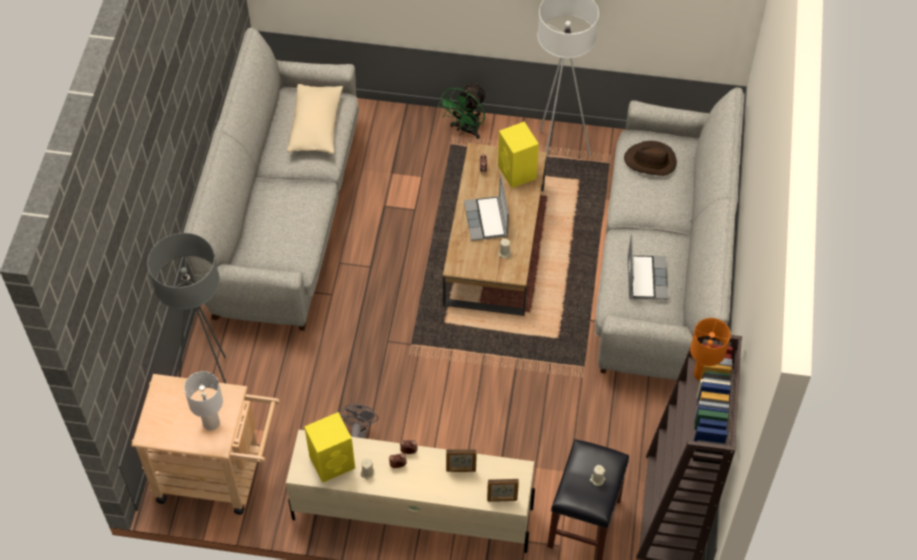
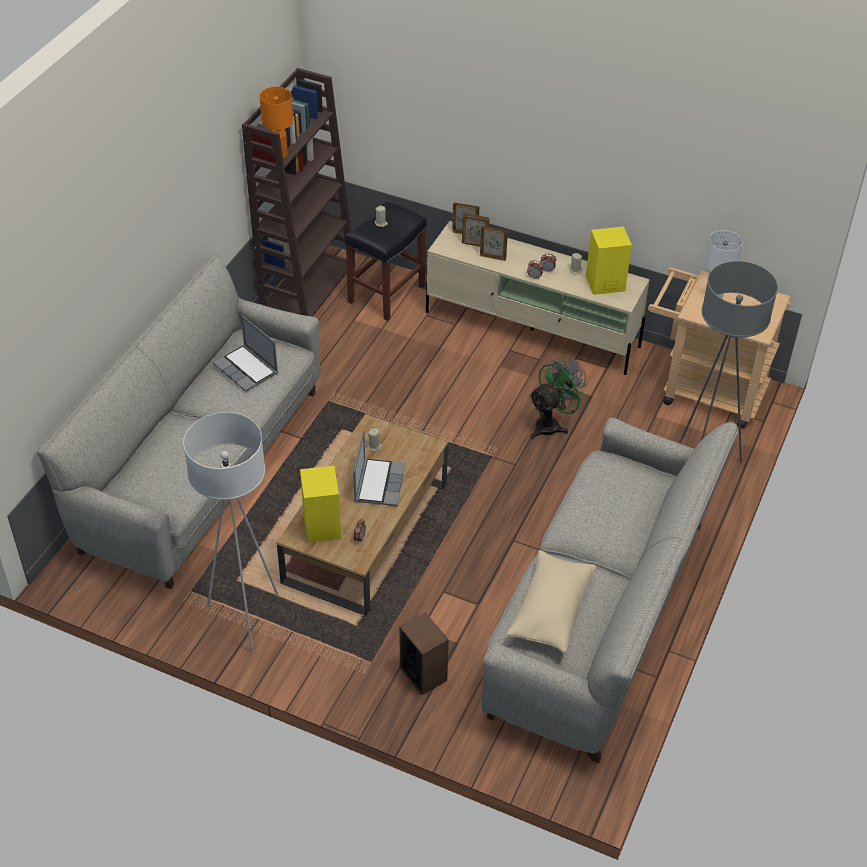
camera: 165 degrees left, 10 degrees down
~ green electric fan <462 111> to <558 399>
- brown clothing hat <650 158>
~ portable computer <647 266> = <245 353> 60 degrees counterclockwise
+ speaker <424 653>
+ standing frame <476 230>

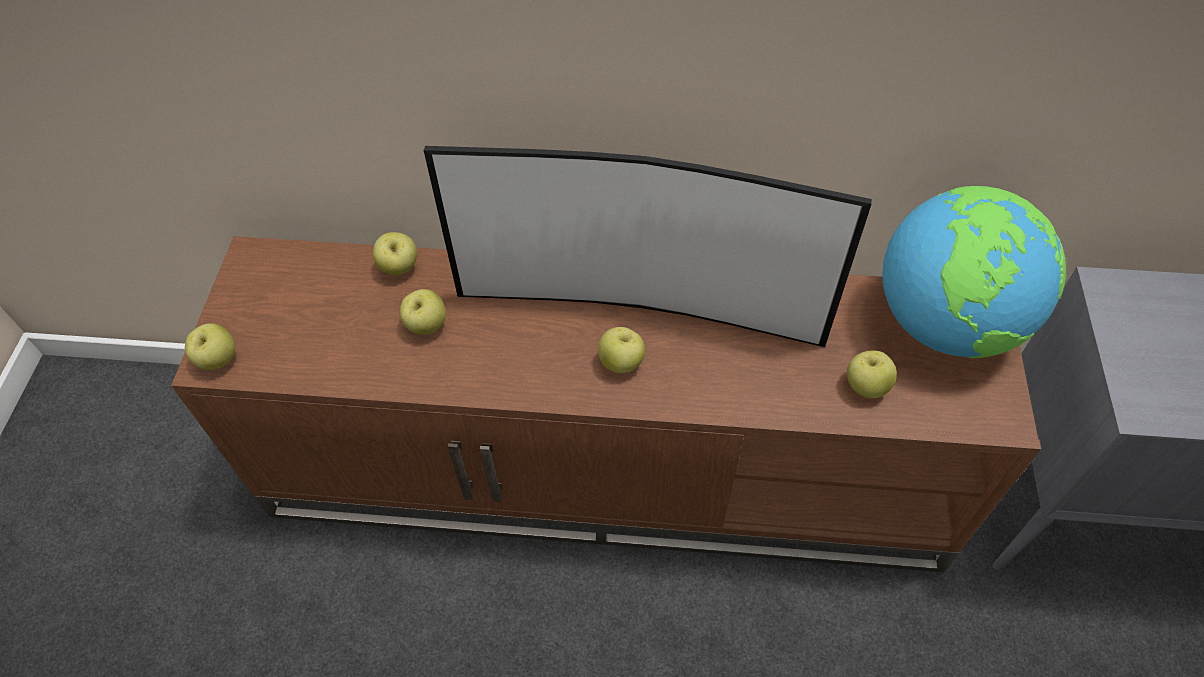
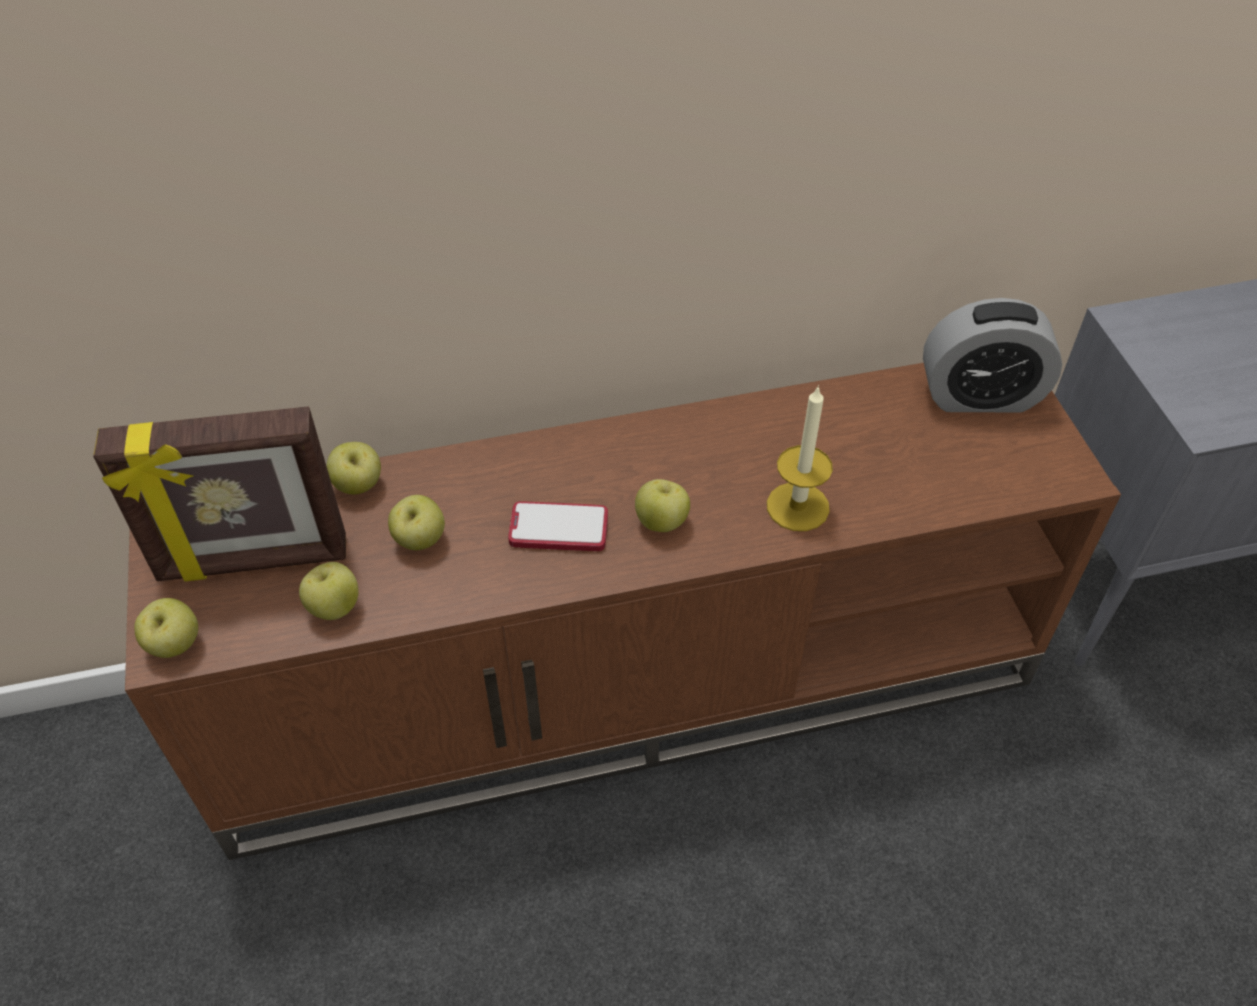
camera: 20 degrees left, 5 degrees down
- TV set <648 246>
~ apple fruit <872 374> to <329 591>
~ world globe <974 272> to table clock <992 355>
+ standing frame <219 494>
+ phone <558 526>
+ candle <800 458>

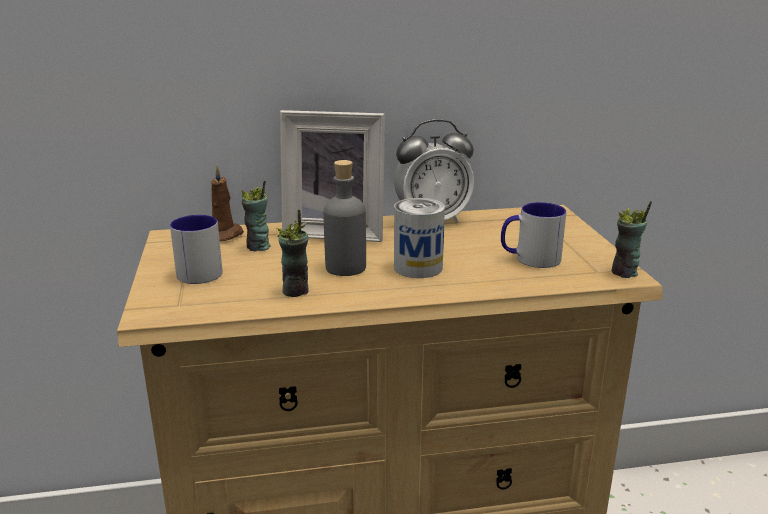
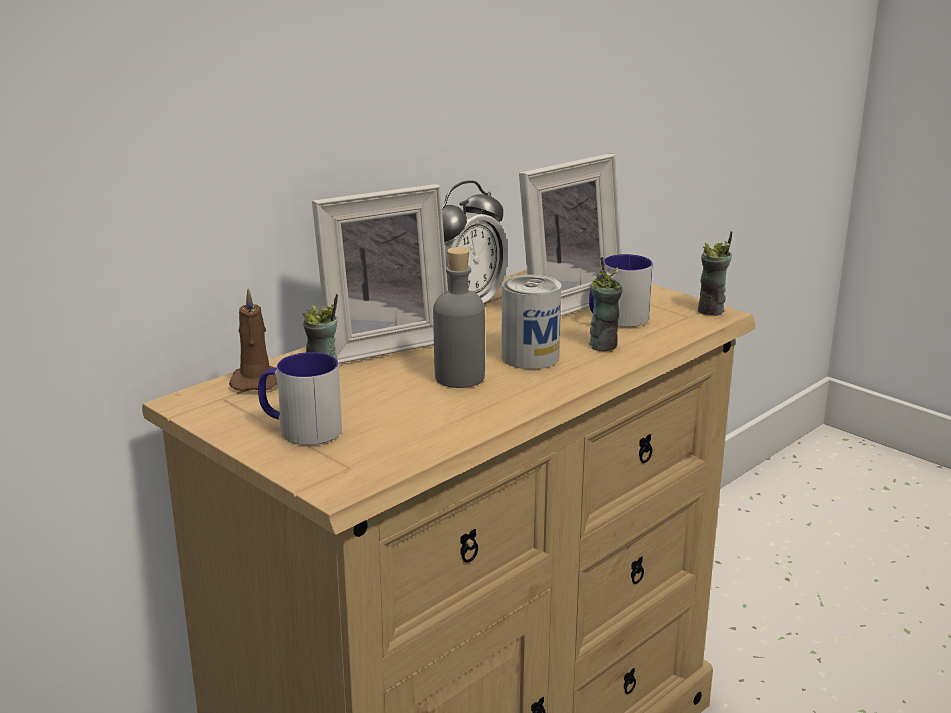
camera: 35 degrees left, 0 degrees up
~ small cup <292 253> to <605 304>
+ standing frame <570 235>

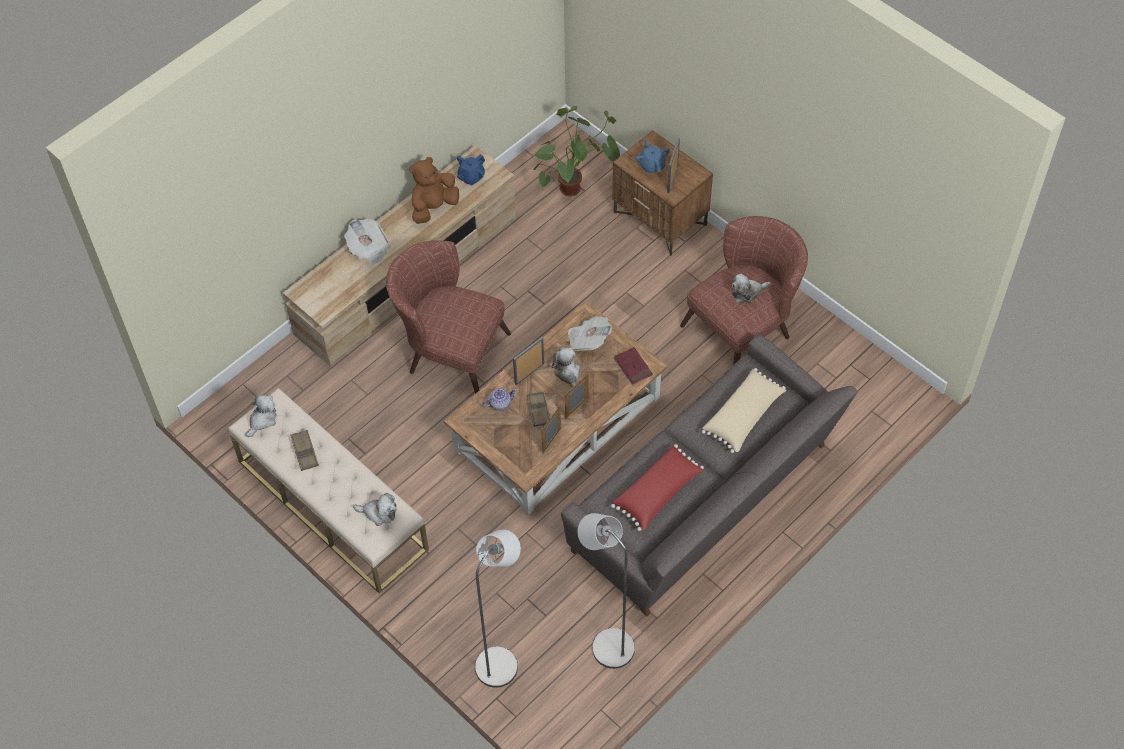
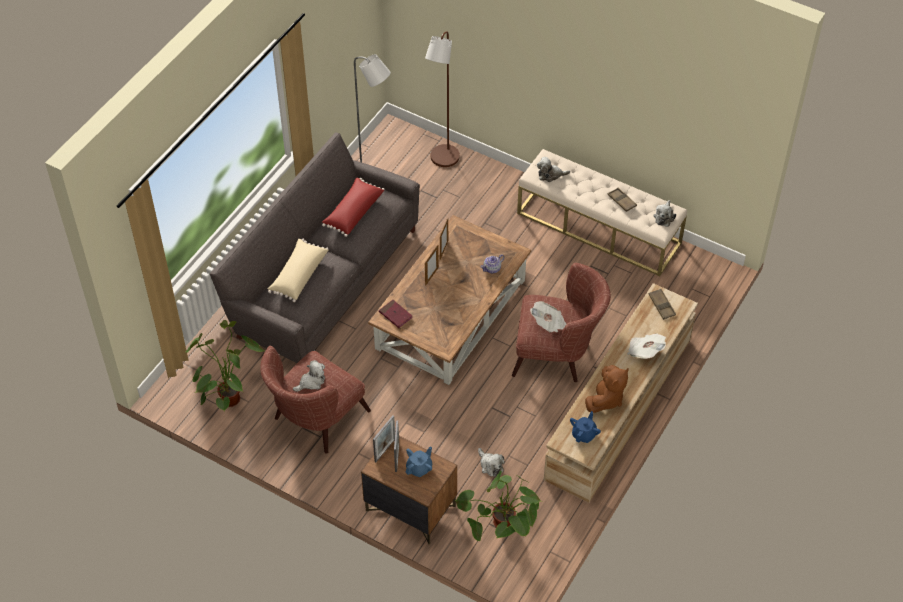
camera: 165 degrees right, 5 degrees down
~ grey standing lamp <498 609> to brown standing lamp <442 99>
~ standing frame <528 361> to <384 438>
~ brown carrying tray <538 409> to <662 304>
~ plush toy <566 367> to <491 462>
~ daily paper <590 333> to <548 317>
~ blue tea pot <653 156> = <418 461> 105 degrees counterclockwise
+ plant in a pot <225 365>

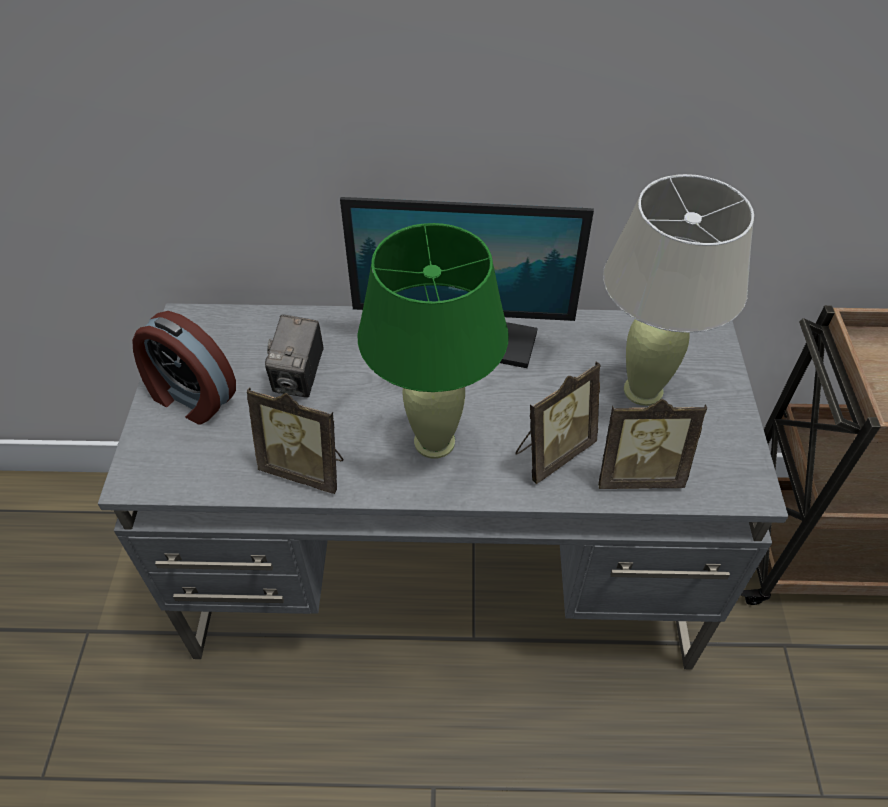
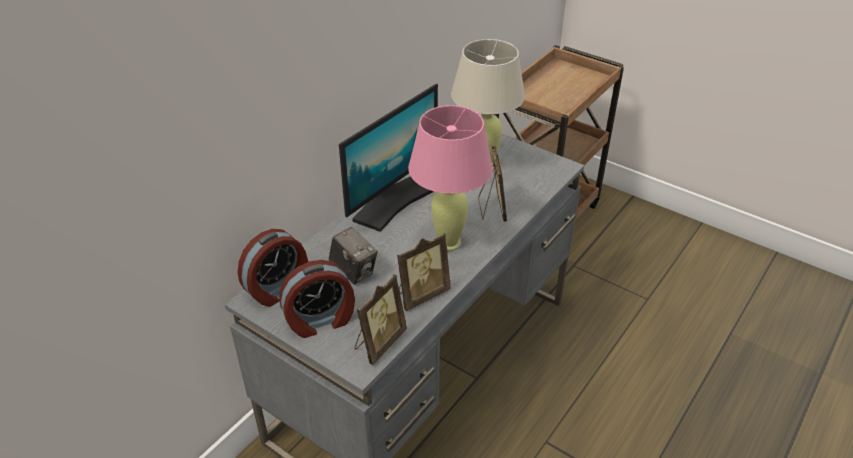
camera: 55 degrees left, 10 degrees down
~ green tabletop lamp <433 341> to pink tabletop lamp <450 178>
~ standing frame <652 444> to <380 319>
+ table clock <273 268>

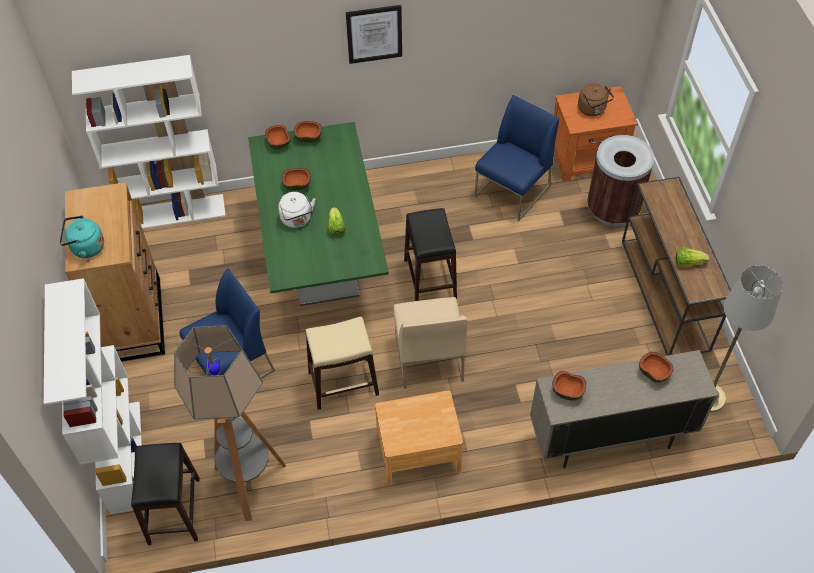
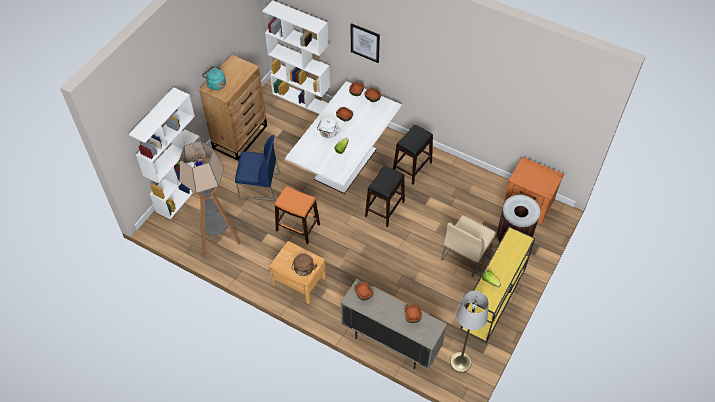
camera: 40 degrees right, 0 degrees up
~ black stool <165 494> to <413 155>
~ green kitchen table <318 214> to white-coloured kitchen table <343 137>
~ beige stool <342 363> to orangey stool <297 215>
~ wall picture <374 34> to <365 43>
~ beige upright chair <430 343> to <468 246>
- blue upright chair <516 158>
~ brown tea kettle <596 99> to <304 264>
~ brown console table <676 266> to yellowish console table <497 285>

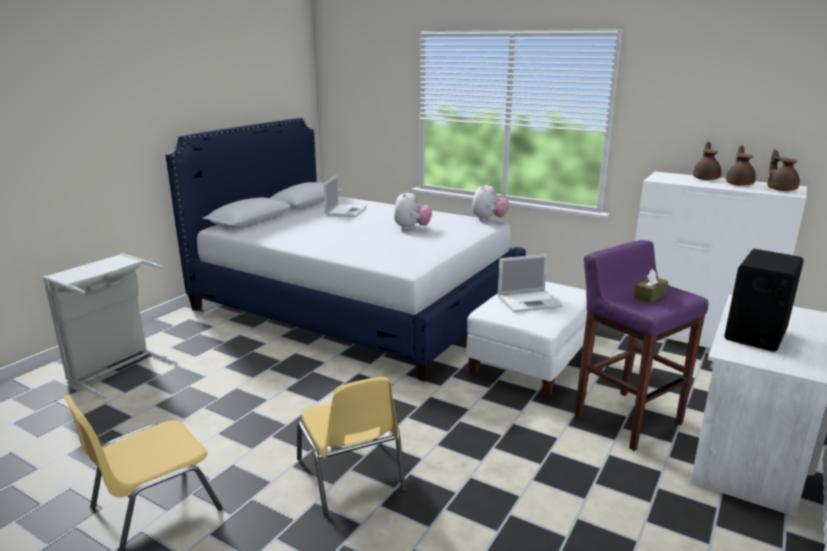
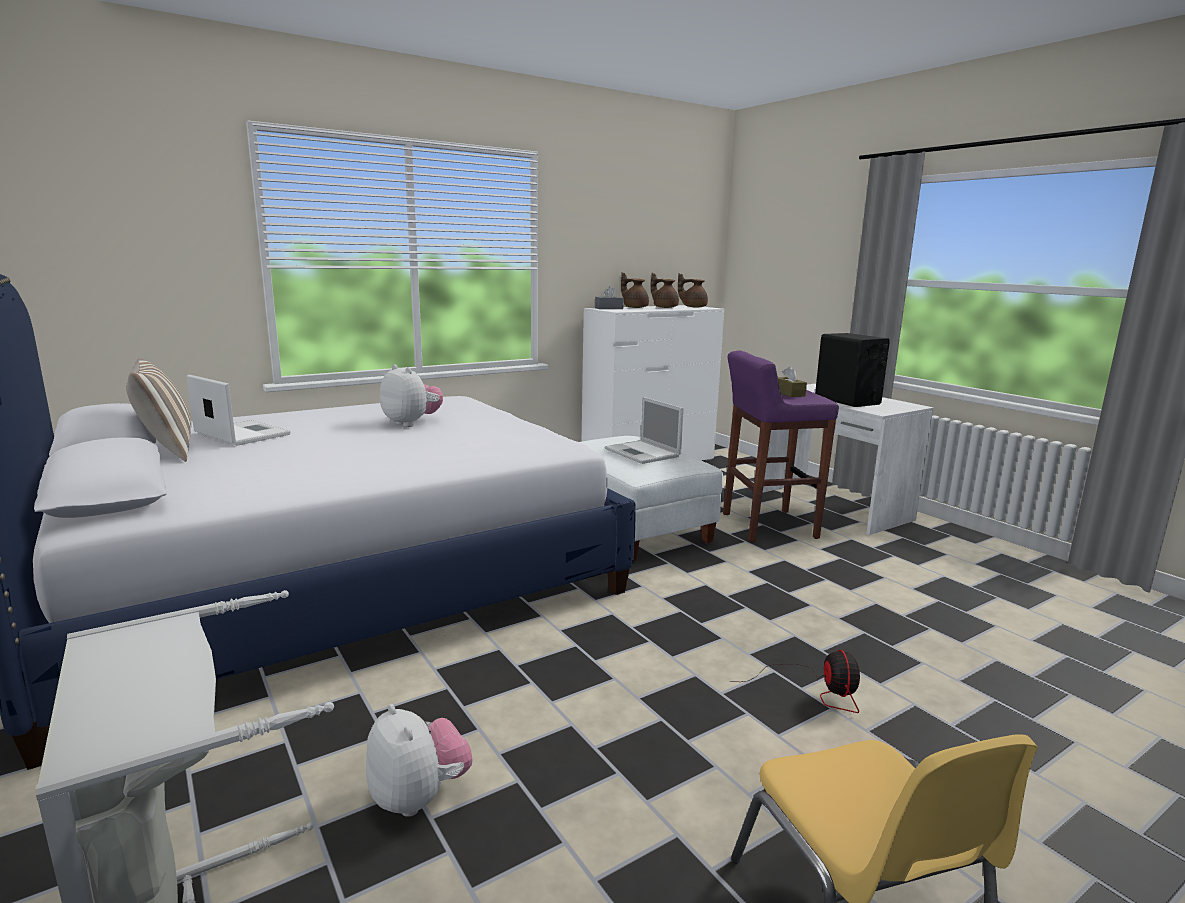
camera: 65 degrees left, 5 degrees down
~ yellowish upright chair <351 446> to electric fan <795 681>
~ plush toy <490 202> to <419 760>
~ portable computer <530 283> = <644 430> 135 degrees clockwise
+ pillow <158 410>
+ grey box of tissues <609 297>

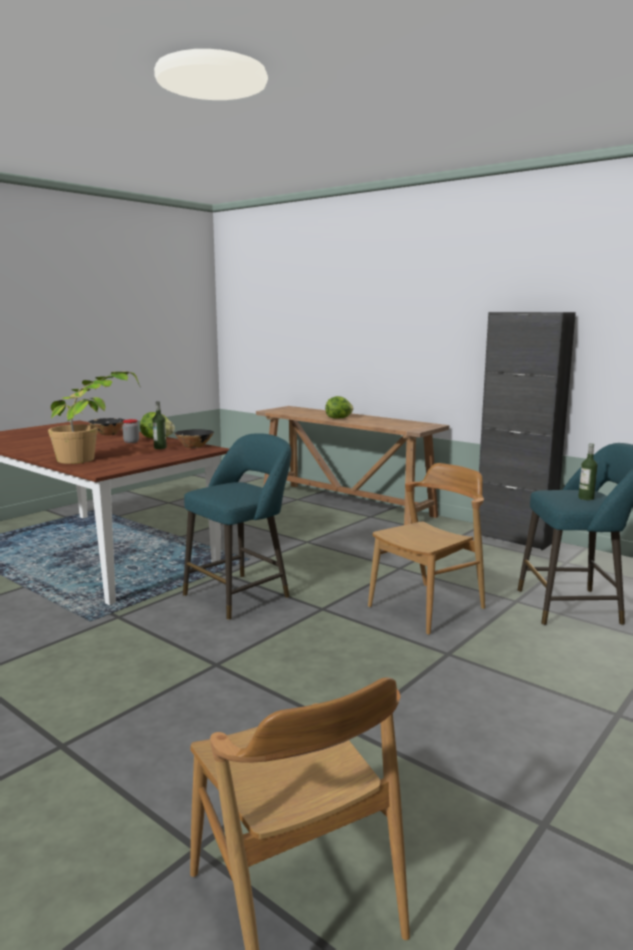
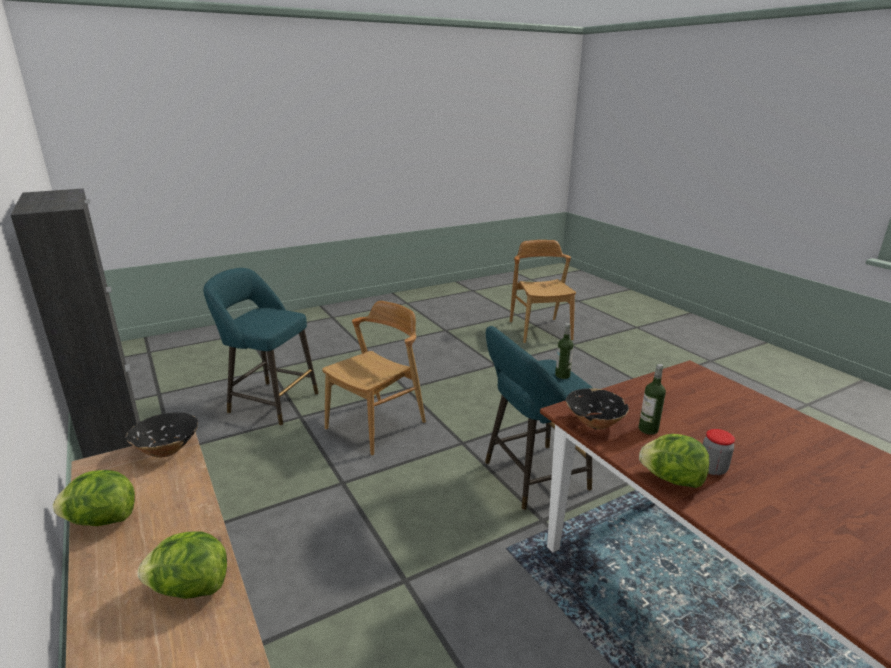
camera: 160 degrees left, 10 degrees up
- plant in a pot <94 417>
~ black deep dish <106 426> to <162 435>
~ brown upright chair <426 549> = <374 378> 150 degrees clockwise
~ bottle <588 471> to <564 351>
+ lettuce <94 498>

